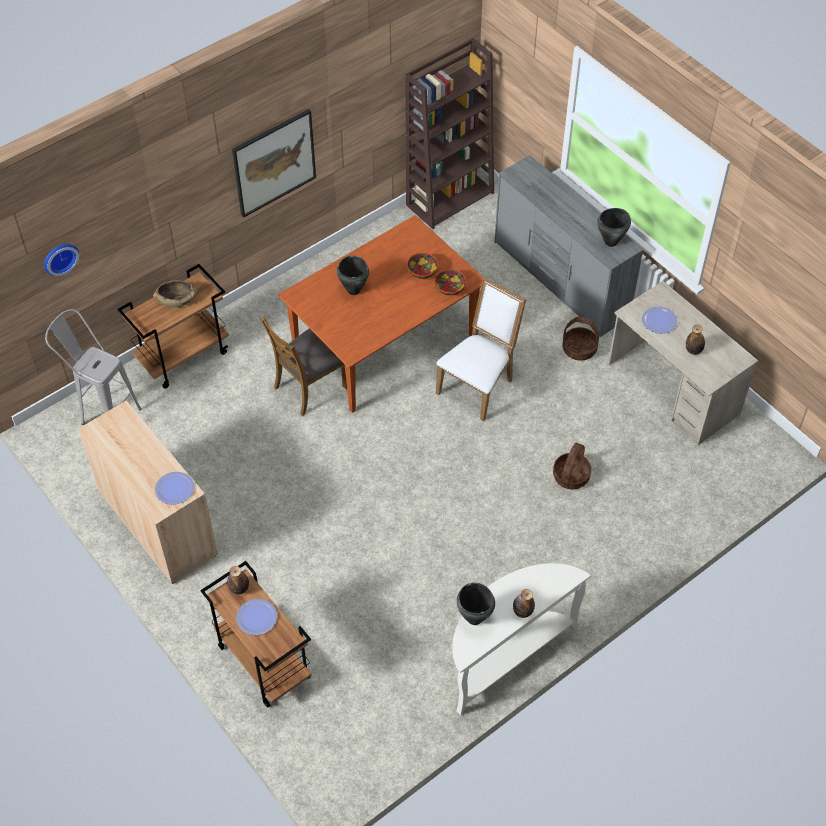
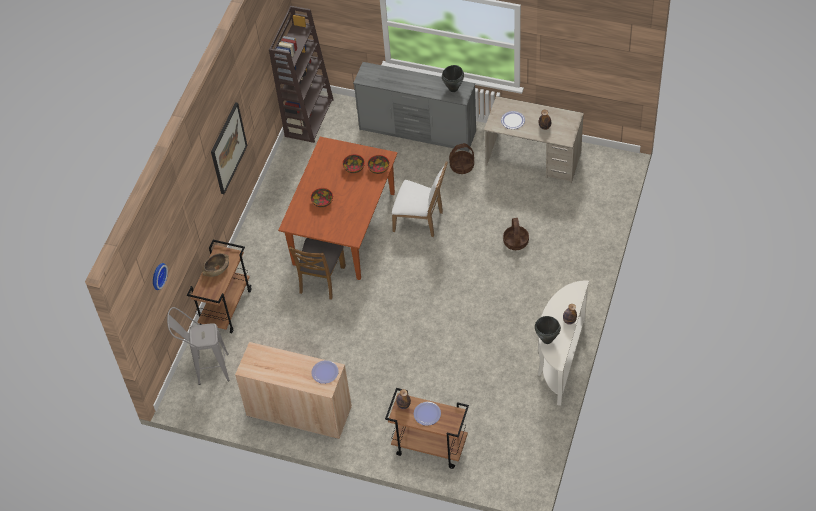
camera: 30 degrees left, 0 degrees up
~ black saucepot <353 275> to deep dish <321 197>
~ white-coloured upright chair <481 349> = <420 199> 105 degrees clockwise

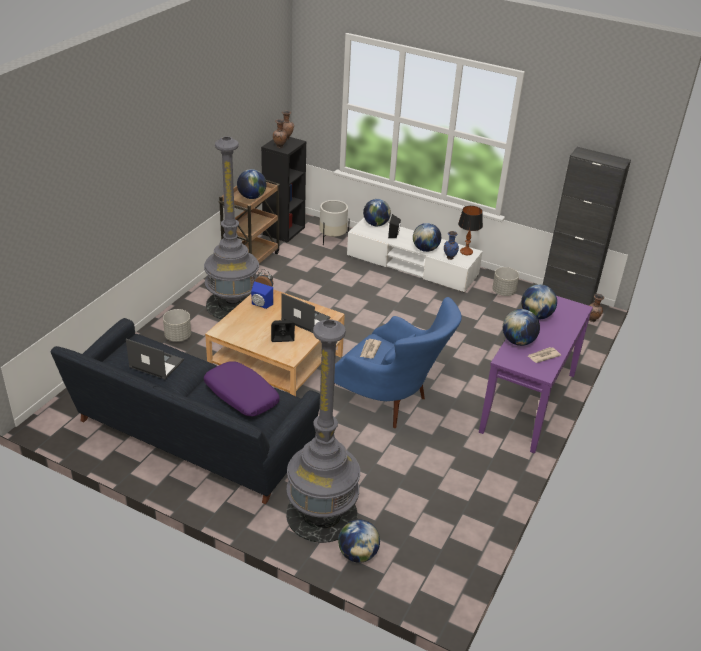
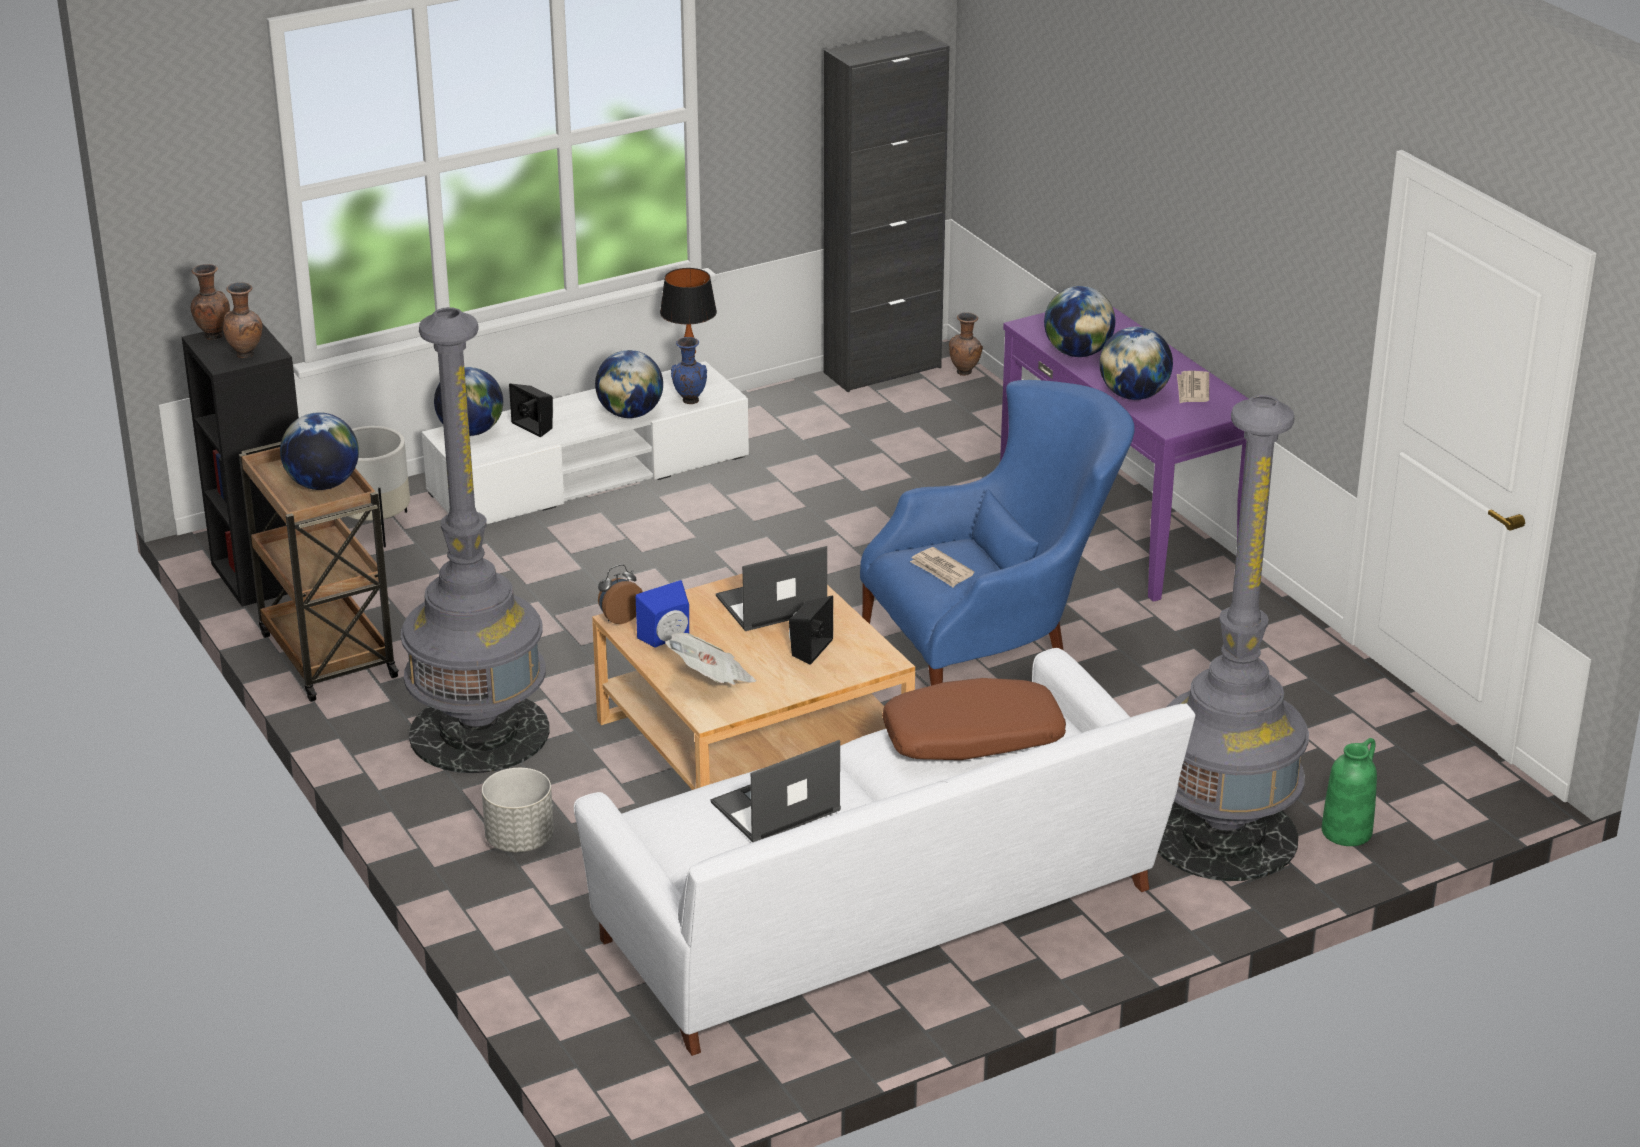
camera: 55 degrees left, 5 degrees down
~ black settee <185 411> to white-coloured settee <884 852>
~ purplish pillow <242 389> to brown pillow <974 719>
~ world globe <359 541> to green flower vase <1349 792>
- grey plant pot <505 281>
+ daily paper <710 659>

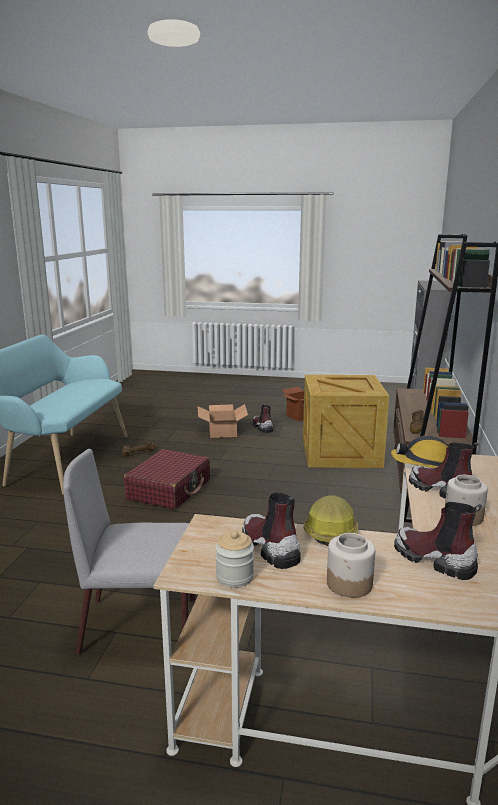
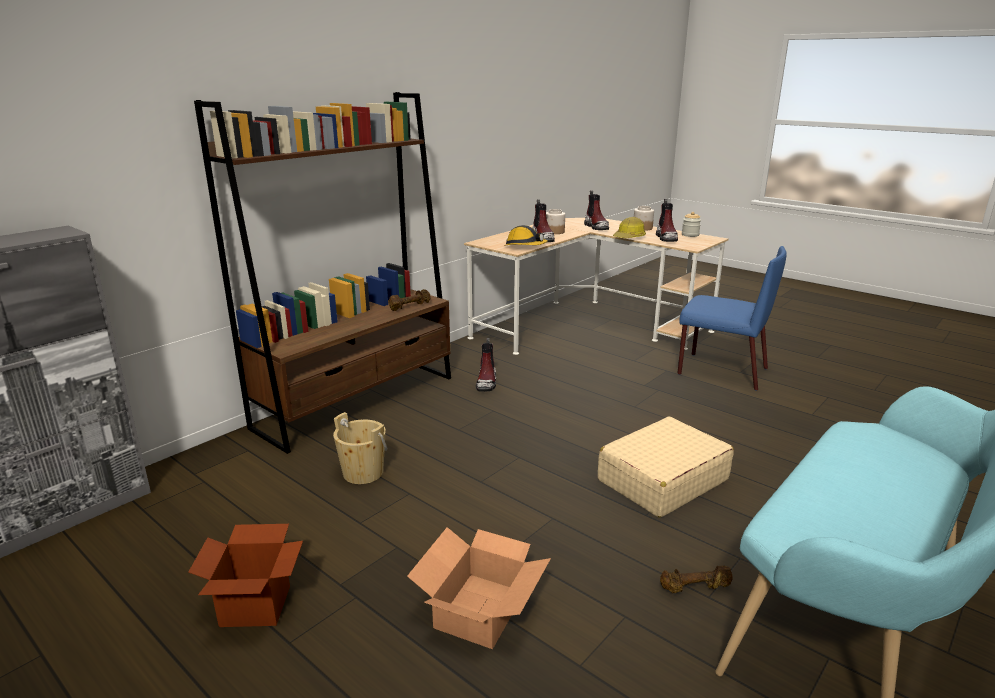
camera: 150 degrees left, 5 degrees up
~ grey upright chair <129 552> to blue upright chair <732 318>
~ red-coloured travel case <167 479> to beige travel case <666 467>
~ high-top boot <262 419> to <486 365>
~ crate <346 421> to beige pail <360 448>

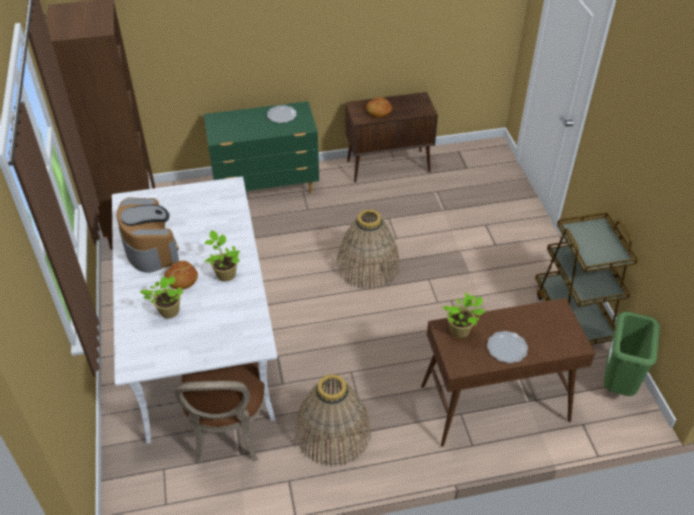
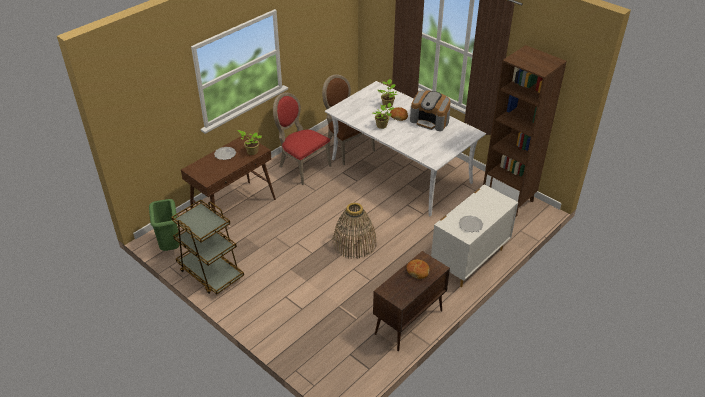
camera: 145 degrees right, 5 degrees down
~ green chest of drawers <261 147> to white-coloured chest of drawers <474 235>
~ storage basket <333 420> to red-coloured upright chair <302 139>

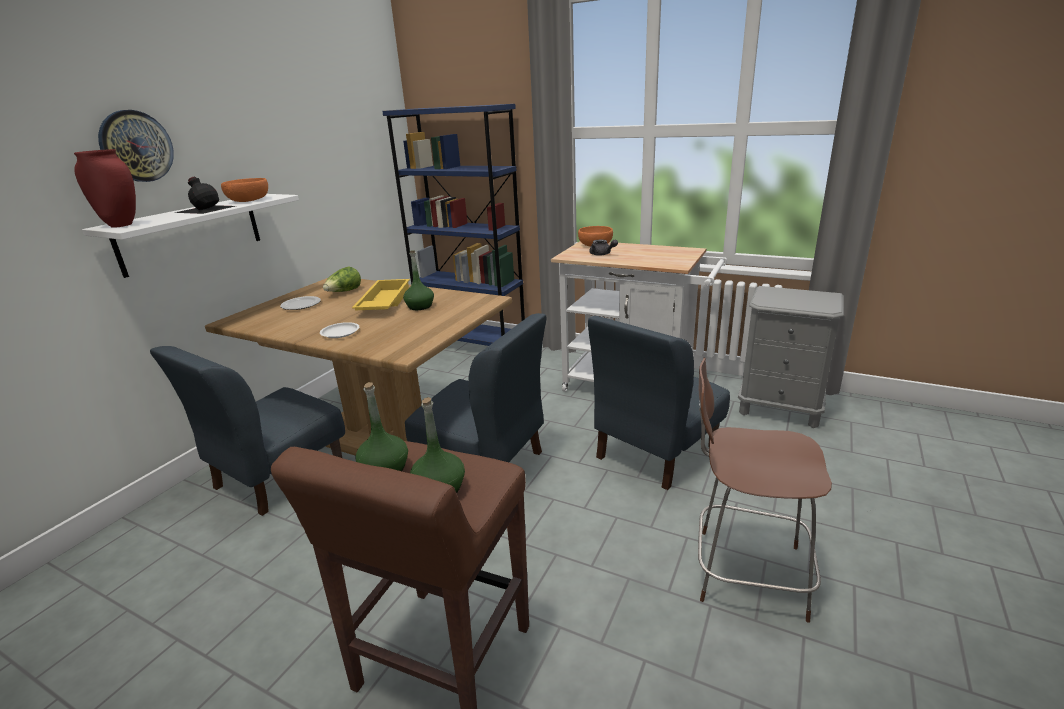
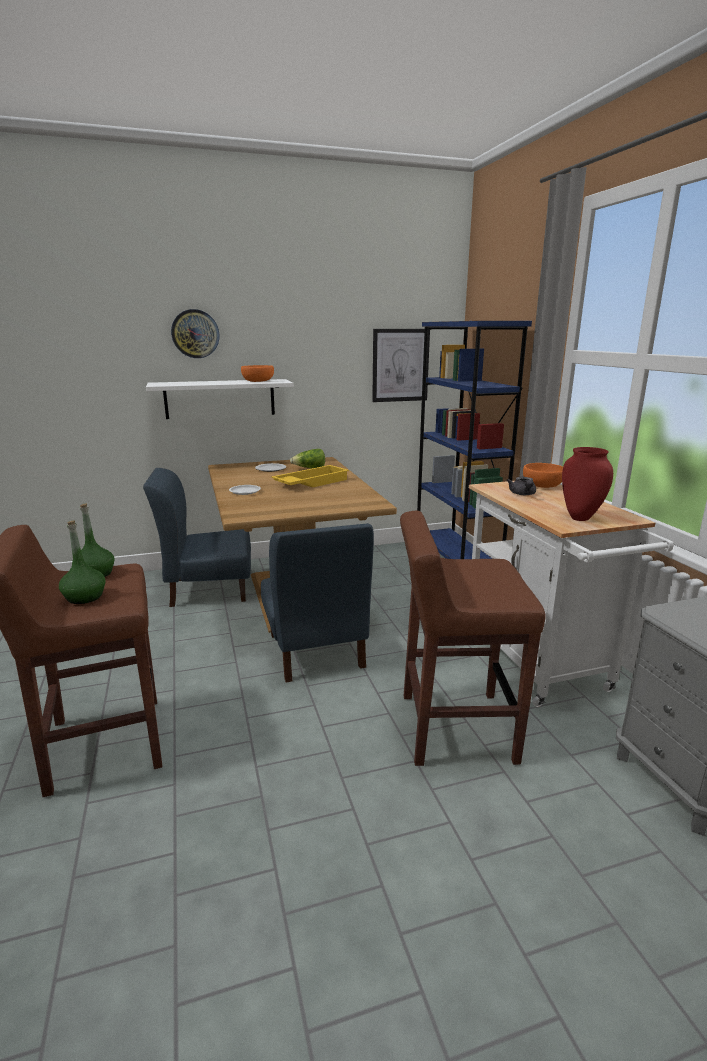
camera: 45 degrees right, 5 degrees down
~ red-coloured flower vase <105 188> to <587 484>
- black bottle <205 195>
- green bottle <418 280>
~ blue upright chair <659 403> to brown stool <473 638>
- brown upright chair <765 490>
+ wall picture <401 365>

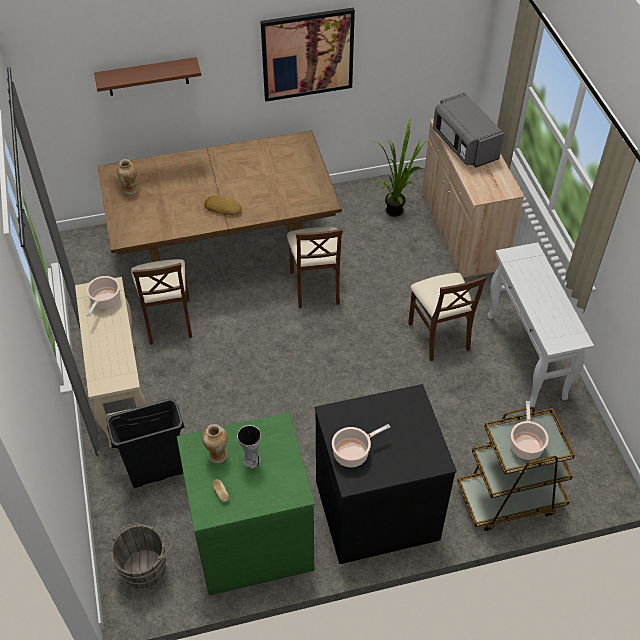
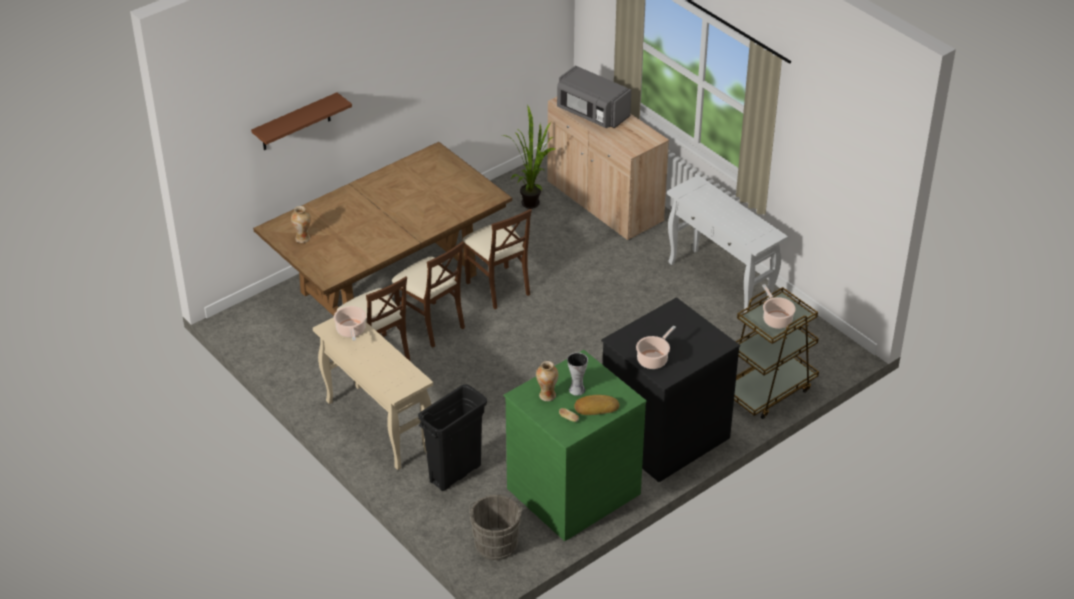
camera: 25 degrees left, 10 degrees down
~ baked bread <223 206> to <596 405>
- wall picture <307 55>
~ brown upright chair <447 317> to <428 294>

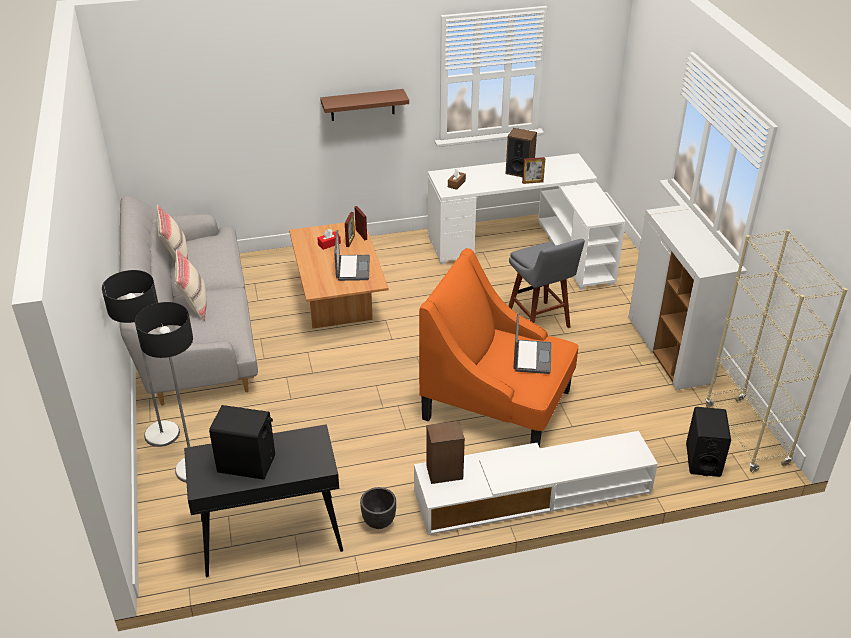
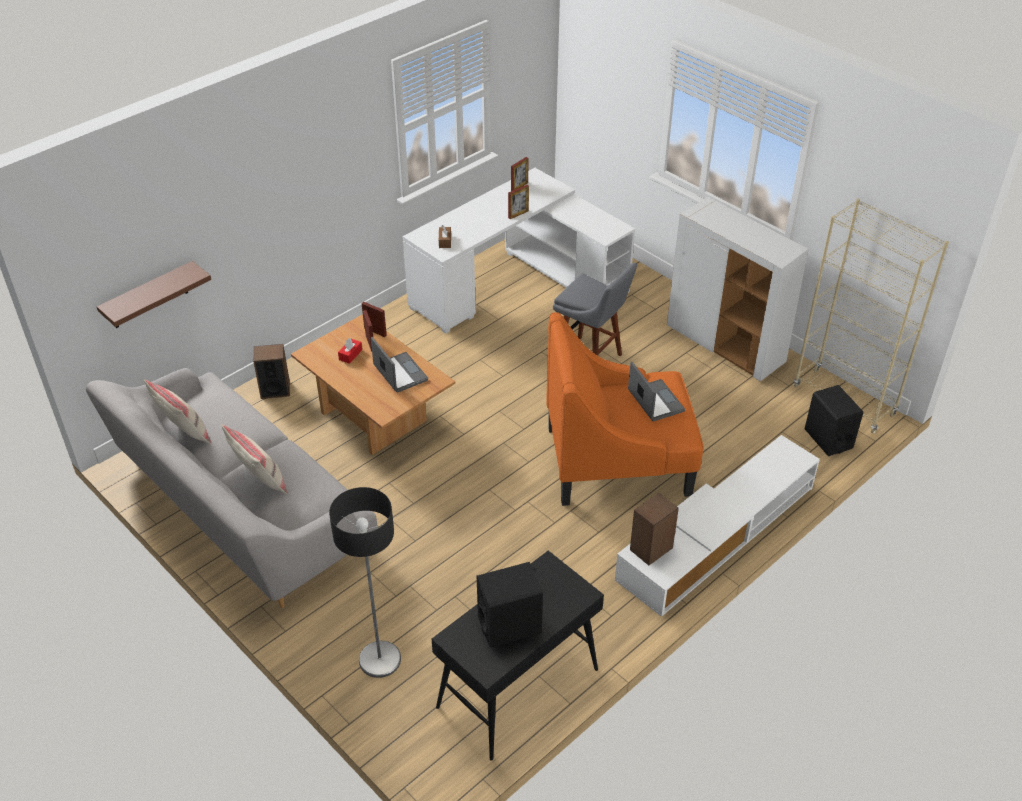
camera: 30 degrees left, 5 degrees up
- standing lamp <141 358>
~ brown wall shelf <364 105> to <154 294>
- black plant pot <378 508>
~ speaker <521 152> to <271 371>
+ standing frame <520 174>

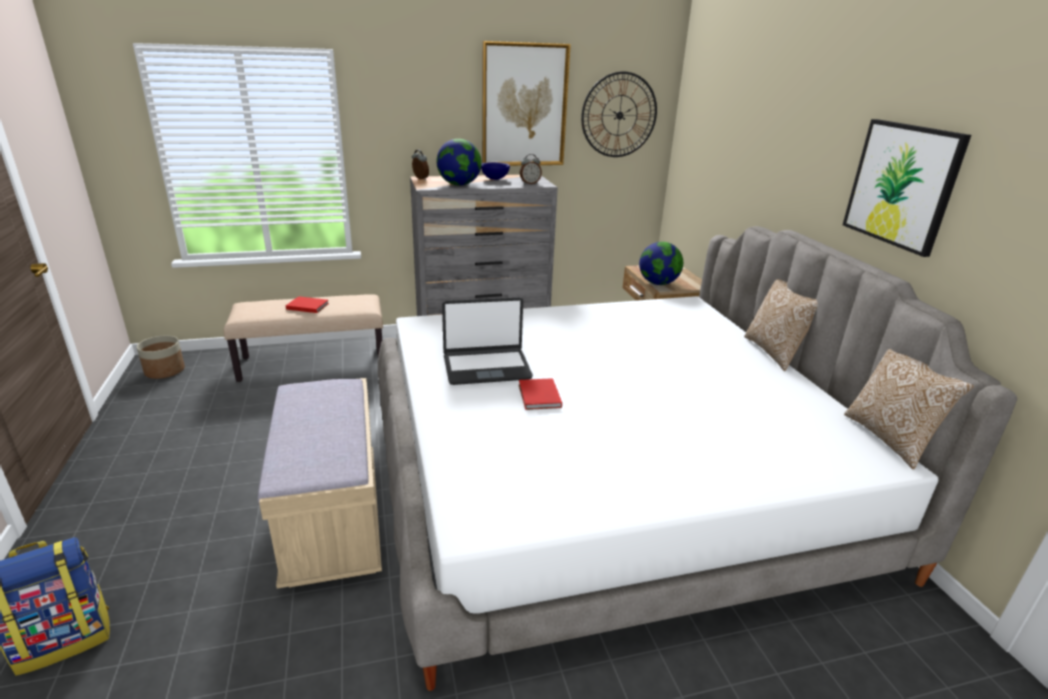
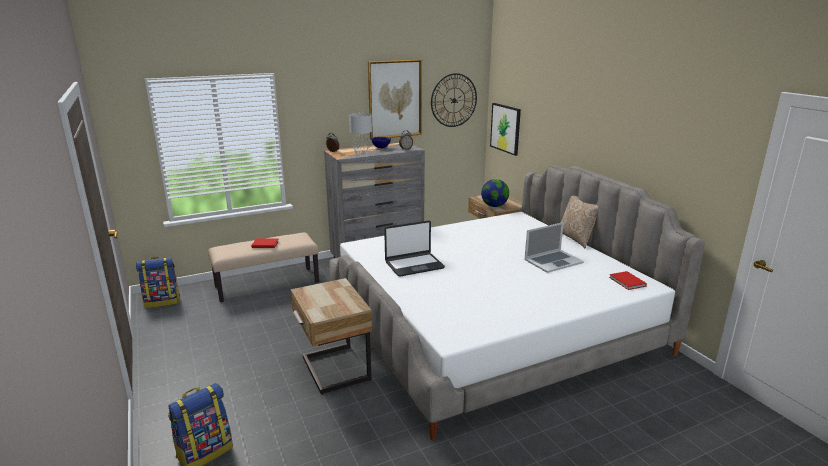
camera: 10 degrees left, 5 degrees down
~ plant pot <161 357> to rucksack <158 282>
~ beige indoor bench <320 483> to beige bedside table <331 336>
~ world globe <459 162> to grey tabletop lamp <360 134>
~ red-coloured book <540 394> to <628 280>
~ wall picture <907 188> to <505 129>
- pillow <909 409>
+ portable computer <554 247>

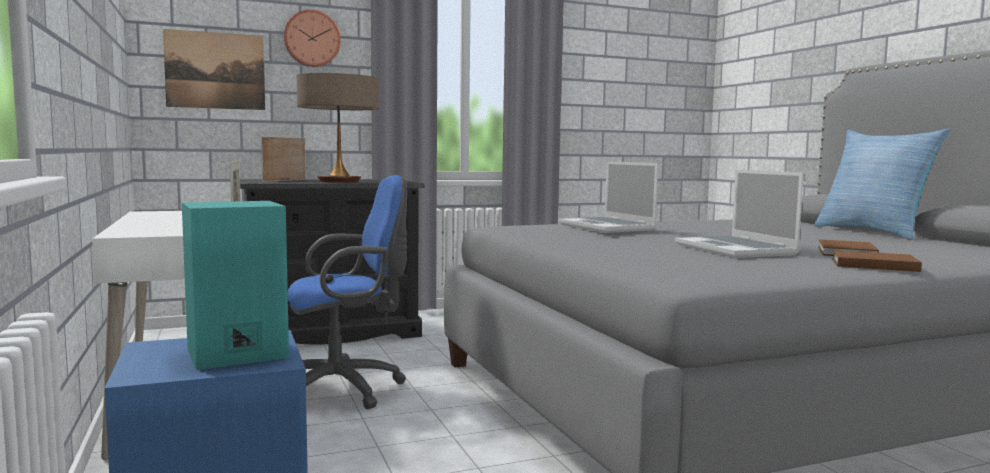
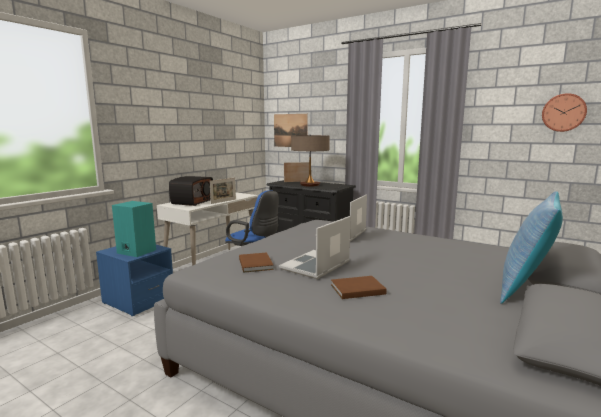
camera: 55 degrees right, 5 degrees up
~ clock on the wall <312 38> to <564 112>
~ brown book <877 261> to <256 263>
+ radio receiver <191 191>

